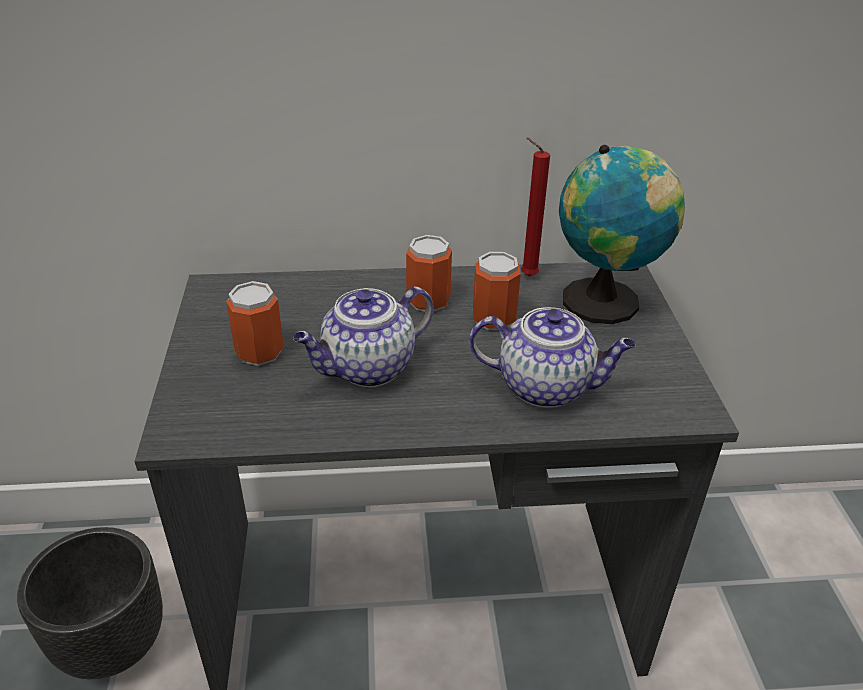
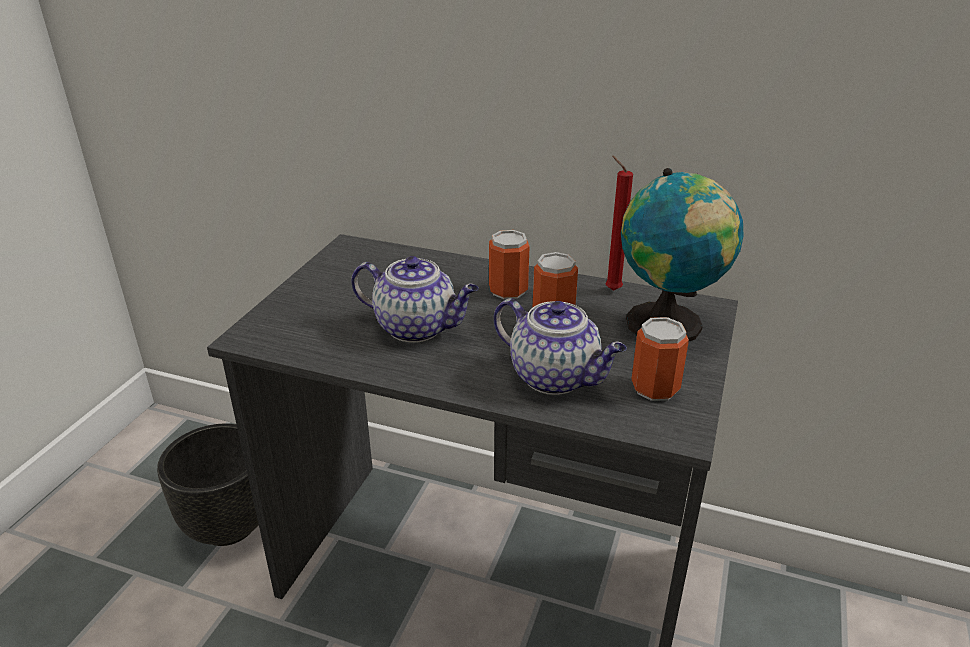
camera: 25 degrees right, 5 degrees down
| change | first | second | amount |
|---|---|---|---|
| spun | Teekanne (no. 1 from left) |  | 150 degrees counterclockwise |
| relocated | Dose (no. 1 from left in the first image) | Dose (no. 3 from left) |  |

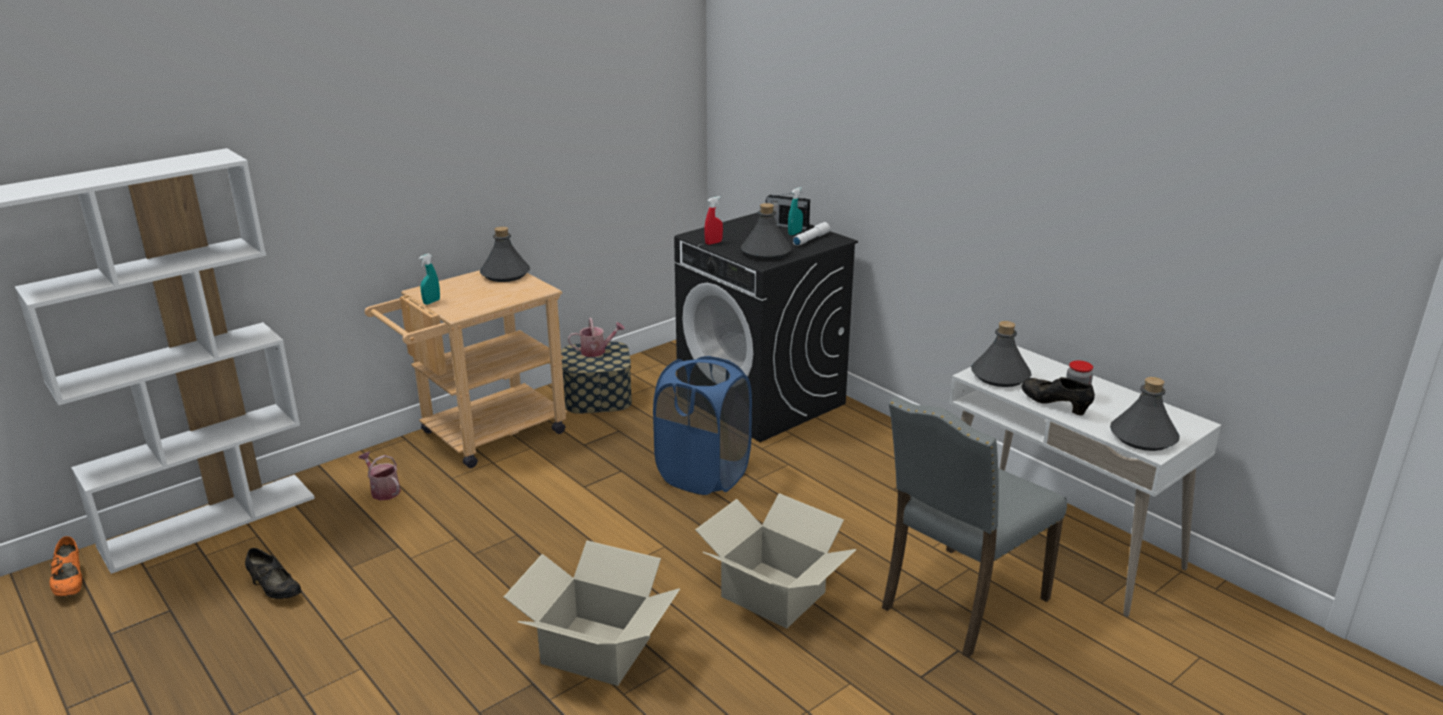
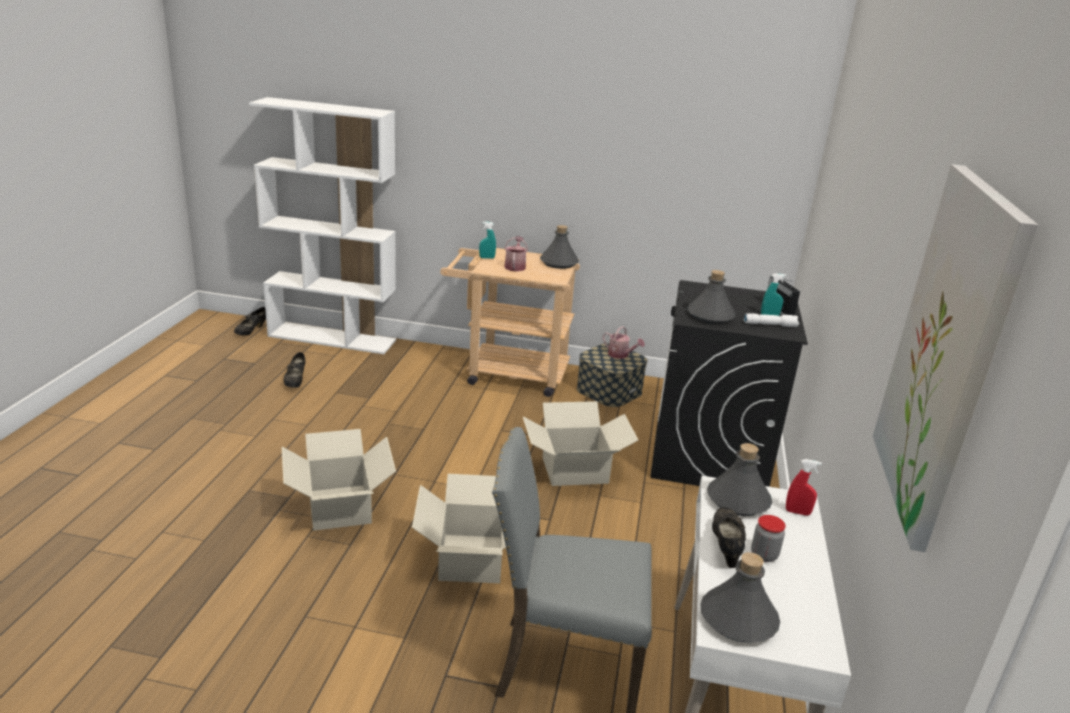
camera: 50 degrees right, 0 degrees up
| change | first | second | amount |
|---|---|---|---|
| colour | Schuh/orange | Schuh/schwarz (no. 1 from left) |  |
| relocated | Gießkanne (no. 1 from left) |  |  |
| exchanged | Wäschekorb/blau | Karton (no. 3 from left) |  |
| relocated | Sprühflasche/rot |  |  |
| appeared |  | Bild |  |

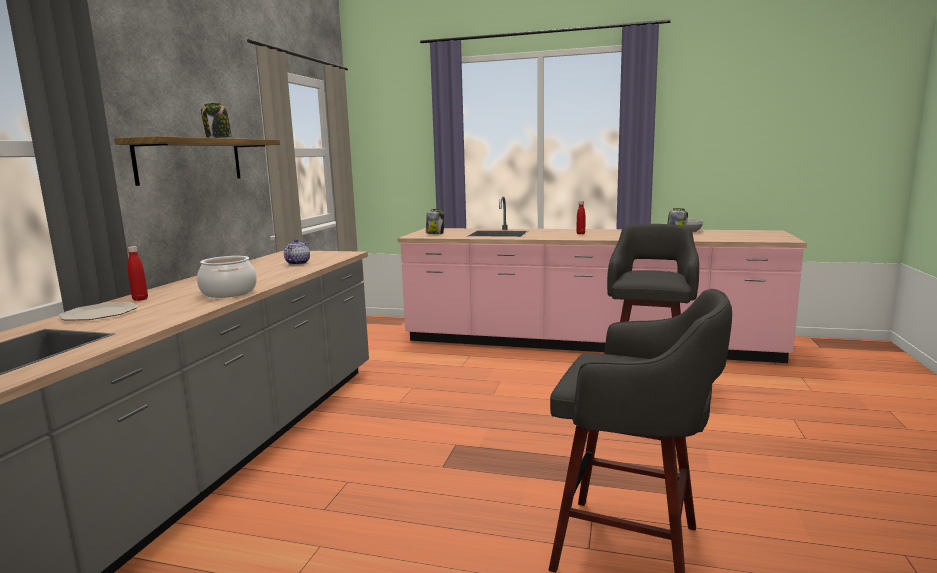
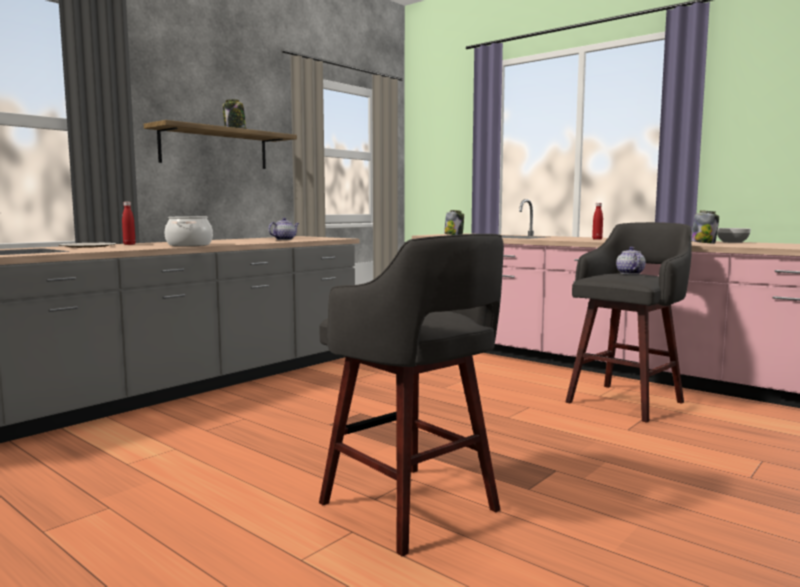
camera: 25 degrees right, 5 degrees down
| change | first | second | amount |
|---|---|---|---|
| appeared |  | Teekanne (no. 2 from left) |  |

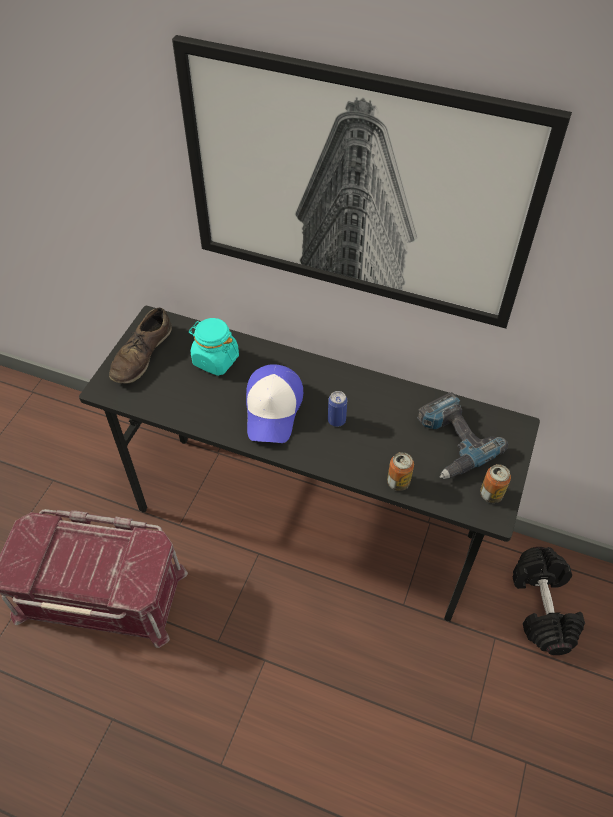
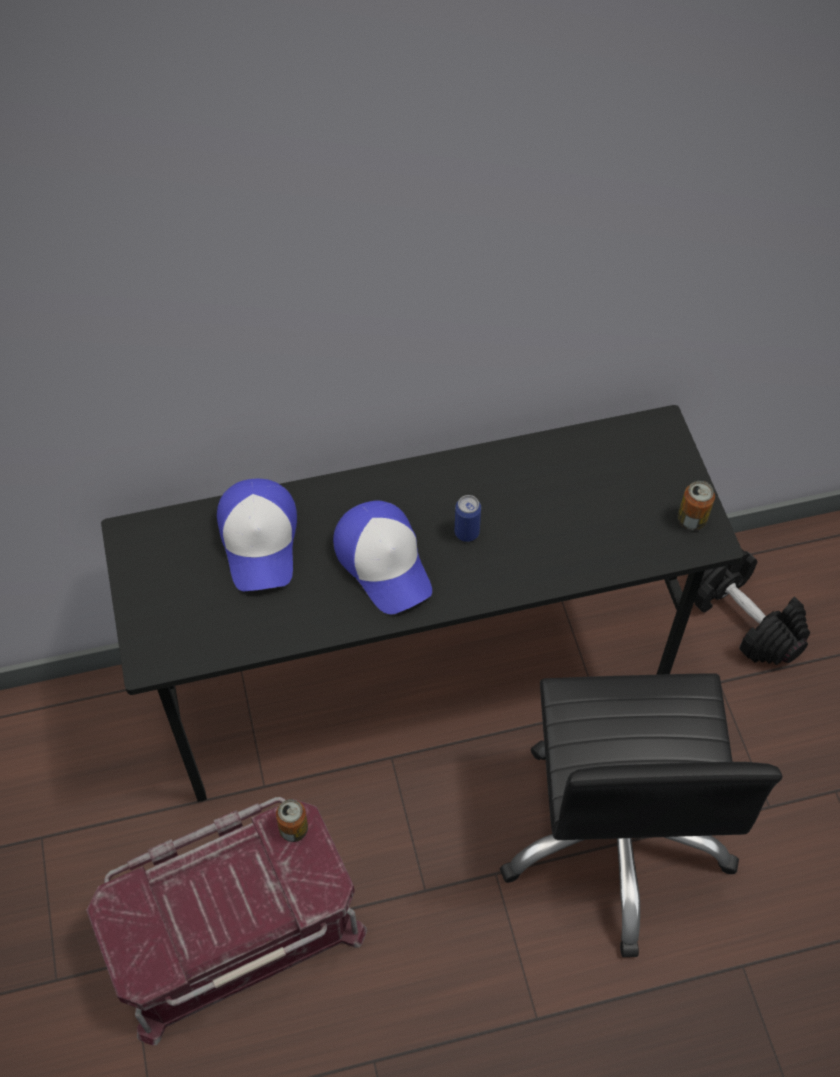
camera: 35 degrees left, 5 degrees up
| change | first | second | amount |
|---|---|---|---|
| exchanged | Vorratsglas/türkis | Kappe (no. 1 from left) |  |
| relocated | Dose (no. 2 from left in the first image) | Dose (no. 1 from left) |  |
| appeared |  | Bürostuhl/schwarz |  |
| missing | Schuh/braun |  |  |
| missing | Bild |  |  |
| missing | Bohrmaschine |  |  |

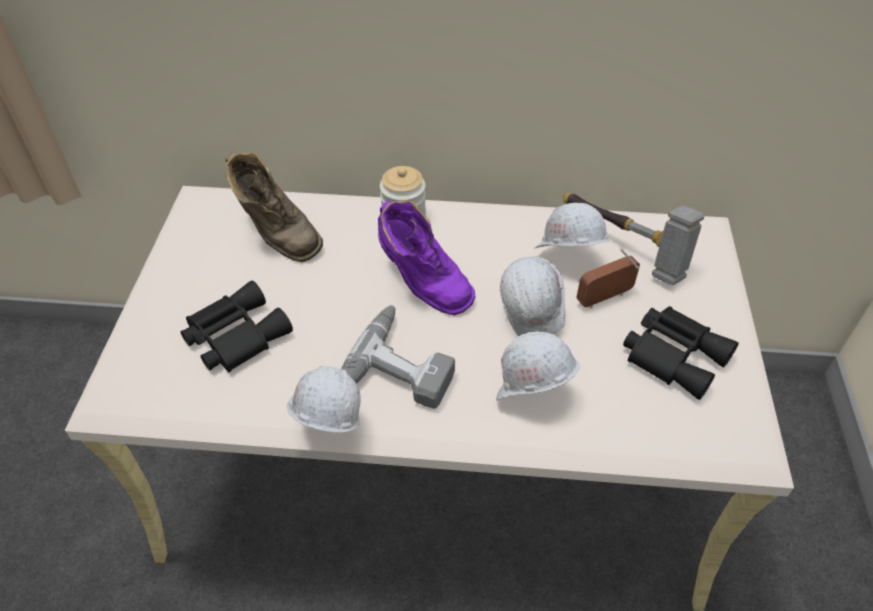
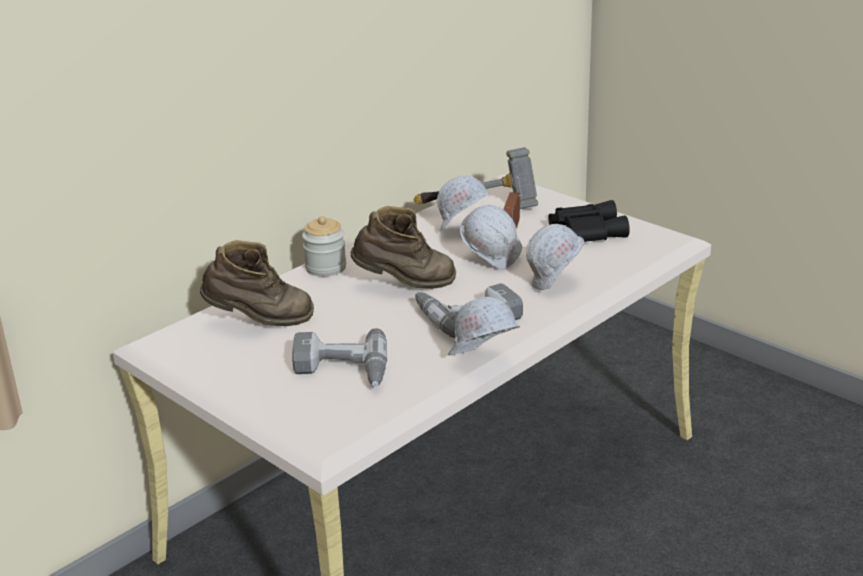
camera: 50 degrees left, 20 degrees down
| change | first | second | amount |
|---|---|---|---|
| exchanged | Fernglas/schwarz (no. 1 from left) | Bohrmaschine (no. 1 from left) |  |
| colour | Stiefel/lila | Stiefel/braun (no. 2 from left) |  |

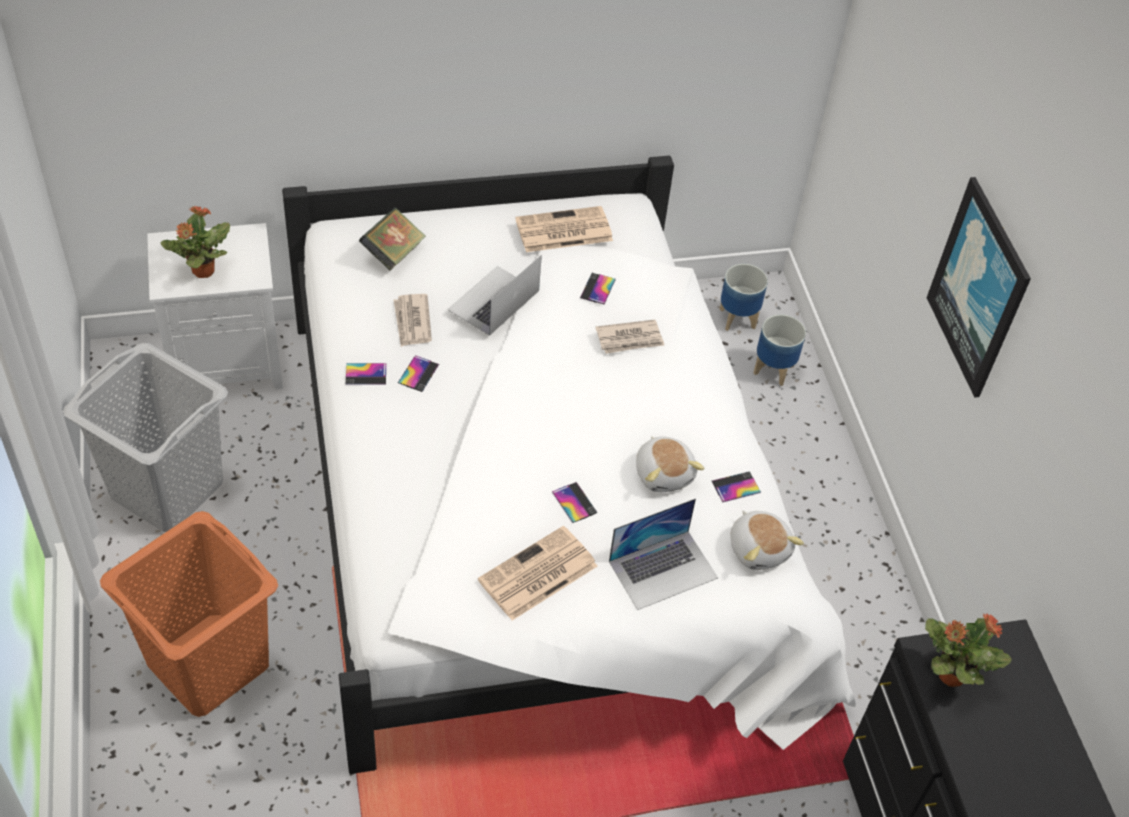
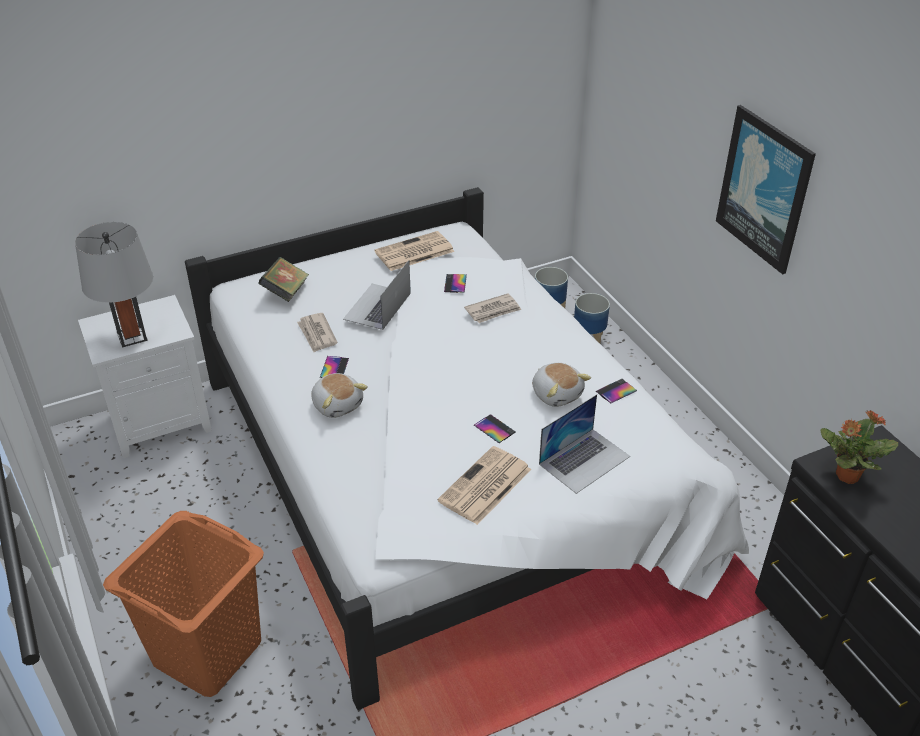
camera: 10 degrees left, 10 degrees down
| change | first | second | amount |
|---|---|---|---|
| exchanged | Topfpflanze (no. 1 from left) | Tischlampe/grau |  |
| relocated | Plüschtier (no. 2 from left in the first image) | Plüschtier (no. 1 from left) |  |
| missing | Wäschekorb/grau |  |  |
| missing | Handy (no. 1 from left) |  |  |

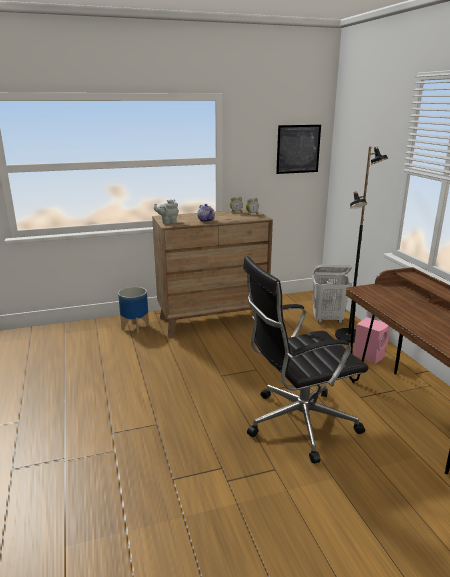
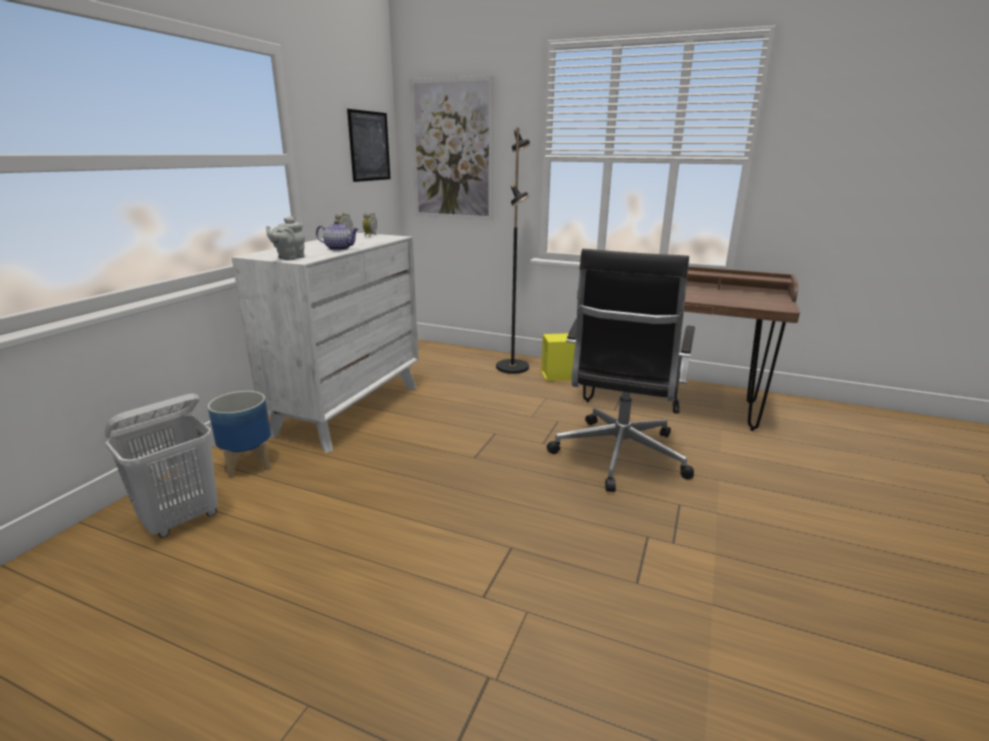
camera: 50 degrees left, 0 degrees up
| change | first | second | amount |
|---|---|---|---|
| relocated | Wäschekorb/weiß |  |  |
| colour | Kommode/braun | Kommode/weiß |  |
| appeared |  | Bild (no. 2 from left) |  |
| colour | Lautsprecher/rosa | Lautsprecher/gelb |  |

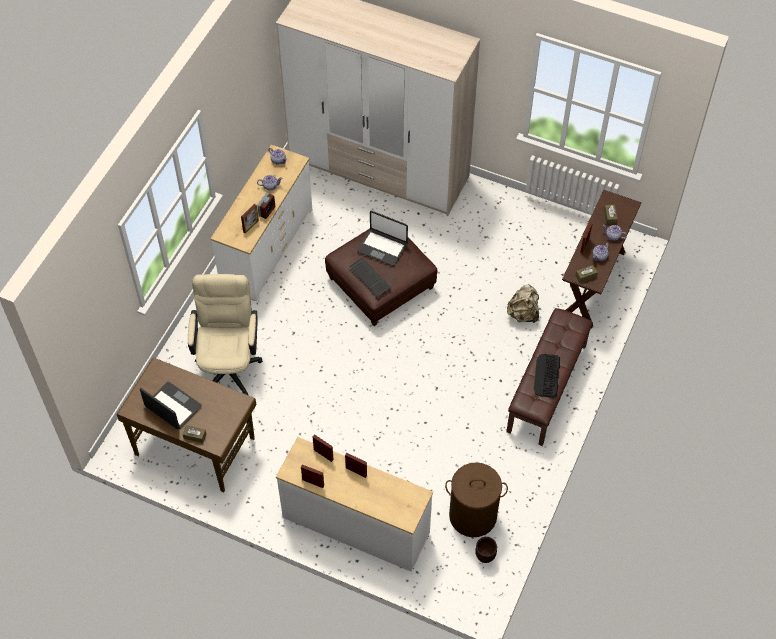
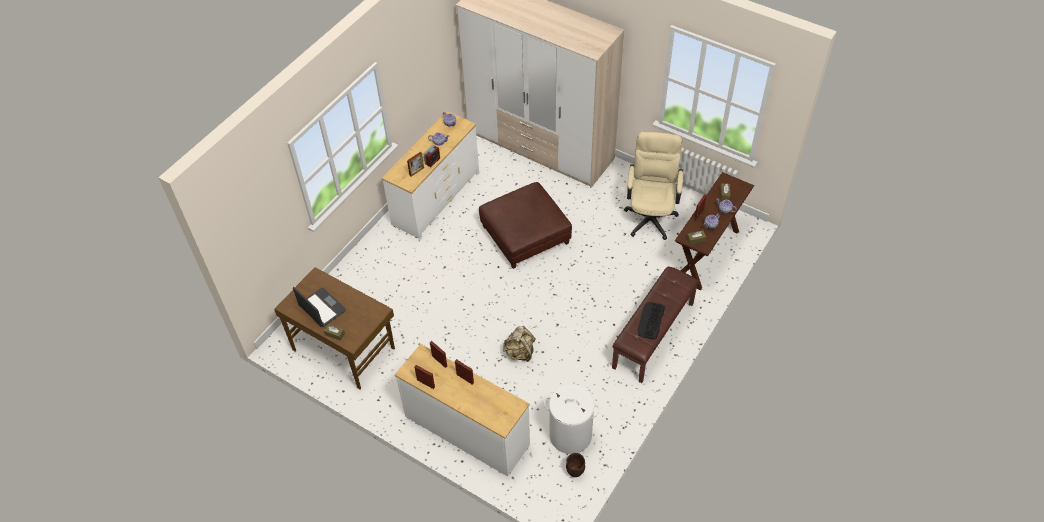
camera: 10 degrees right, 5 degrees down
| change | first | second | amount |
|---|---|---|---|
| relocated | Rucksack/beige |  |  |
| colour | Wäschekorb/braun | Wäschekorb/weiß |  |
| relocated | Bürostuhl/beige |  |  |
| missing | Tastatur (no. 1 from left) |  |  |
| missing | Laptop (no. 2 from left) |  |  |

